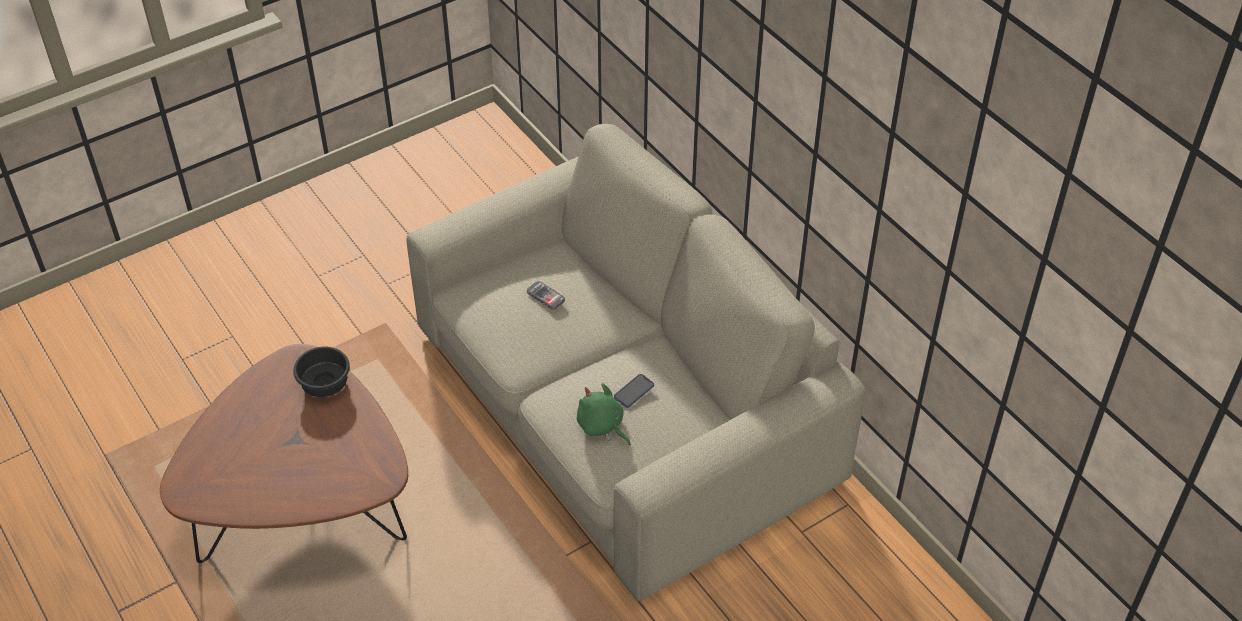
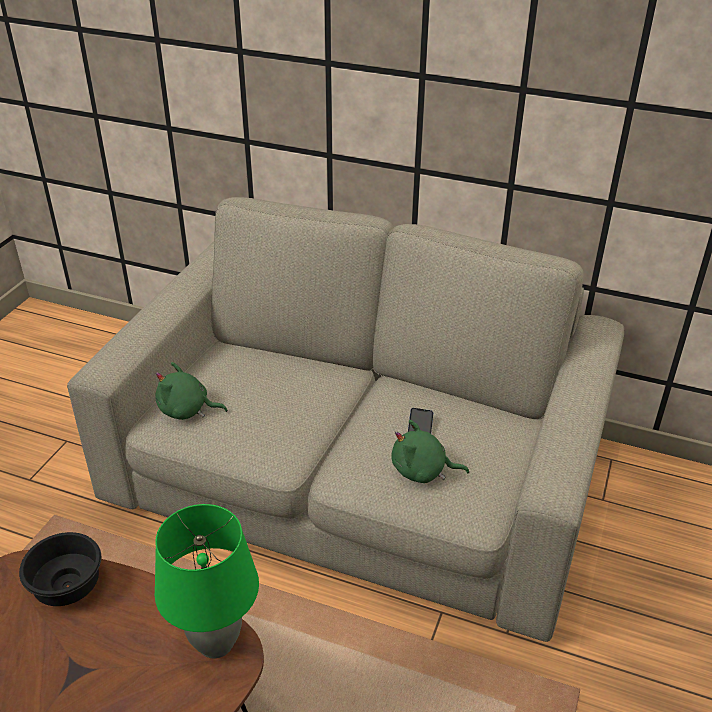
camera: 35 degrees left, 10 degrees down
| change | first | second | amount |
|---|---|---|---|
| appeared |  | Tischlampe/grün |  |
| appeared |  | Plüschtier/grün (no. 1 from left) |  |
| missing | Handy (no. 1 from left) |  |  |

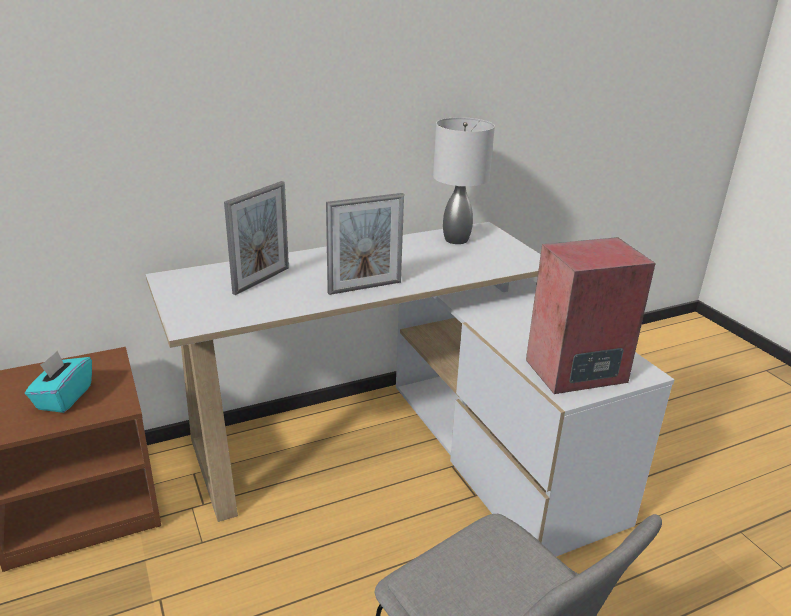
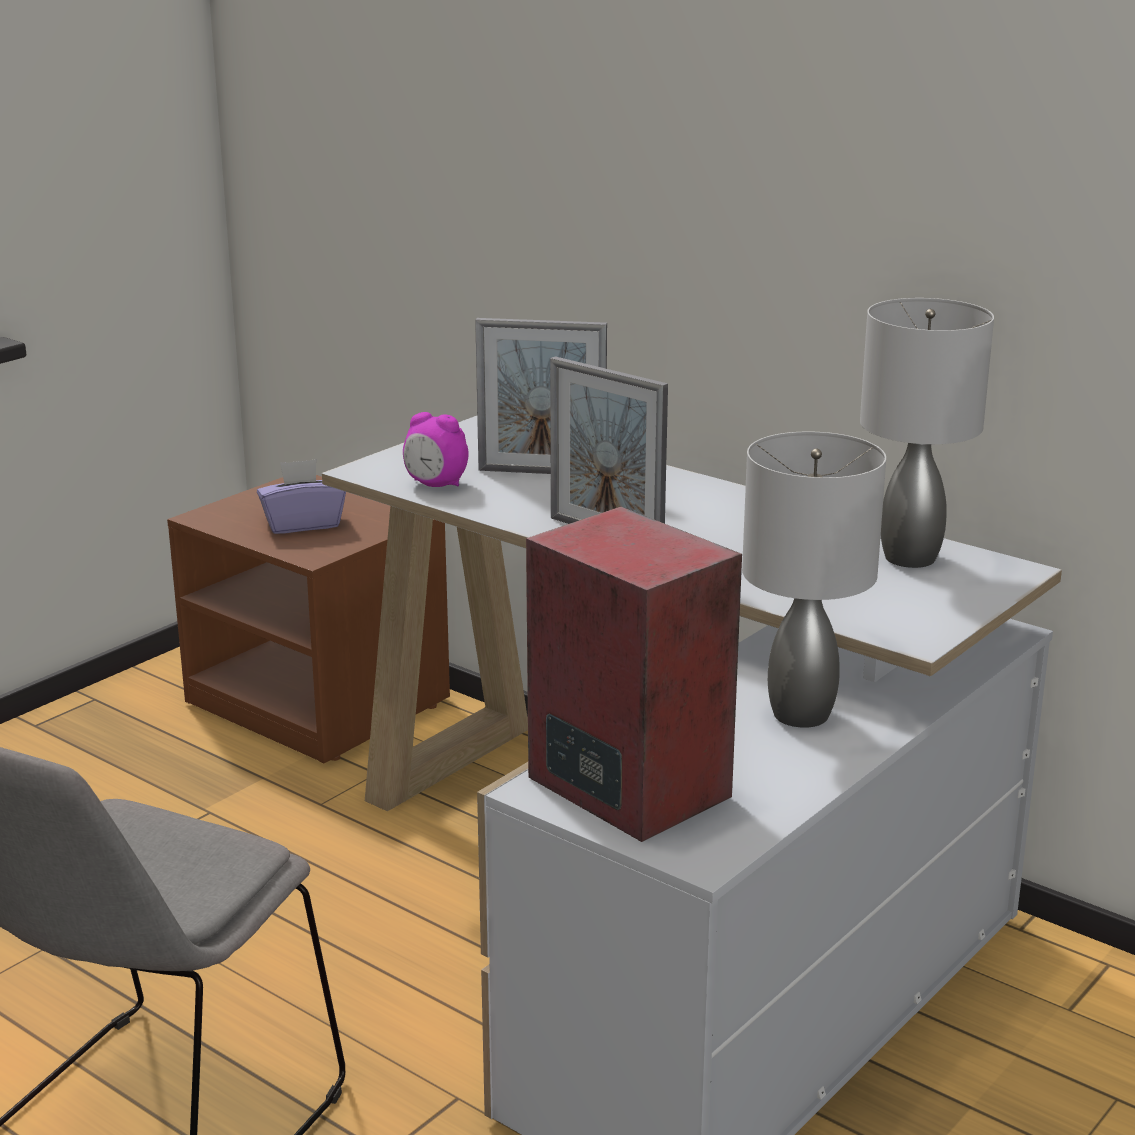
camera: 65 degrees right, 5 degrees down
| change | first | second | amount |
|---|---|---|---|
| colour | Taschentuchbox/türkis | Taschentuchbox/lila |  |
| appeared |  | Wecker |  |
| appeared |  | Tischlampe/grau (no. 1 from left) |  |

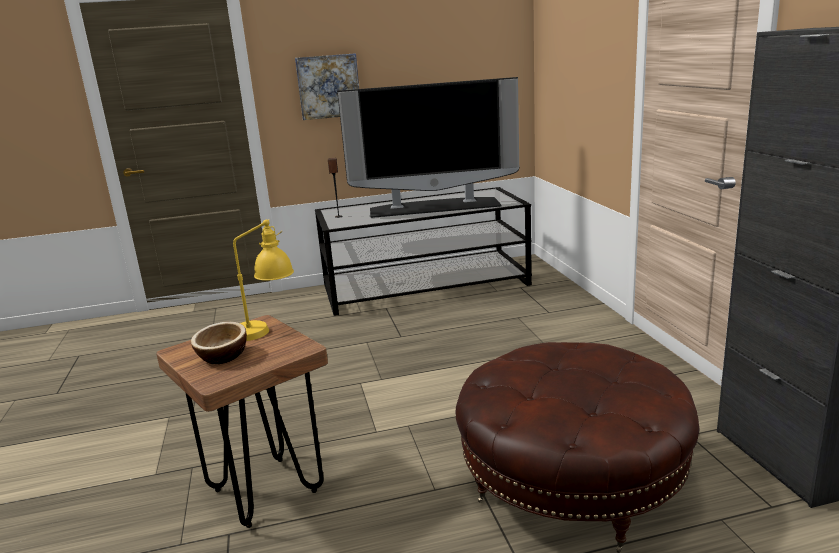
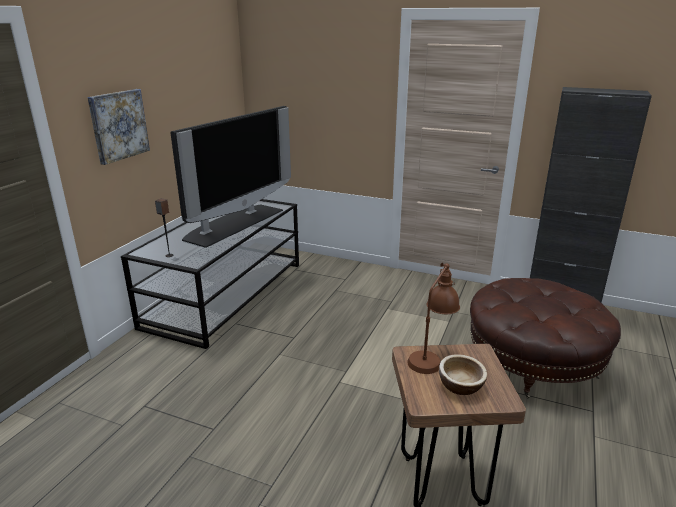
camera: 55 degrees left, 5 degrees up
| change | first | second | amount |
|---|---|---|---|
| colour | Tischlampe/gelb | Tischlampe/braun |  |

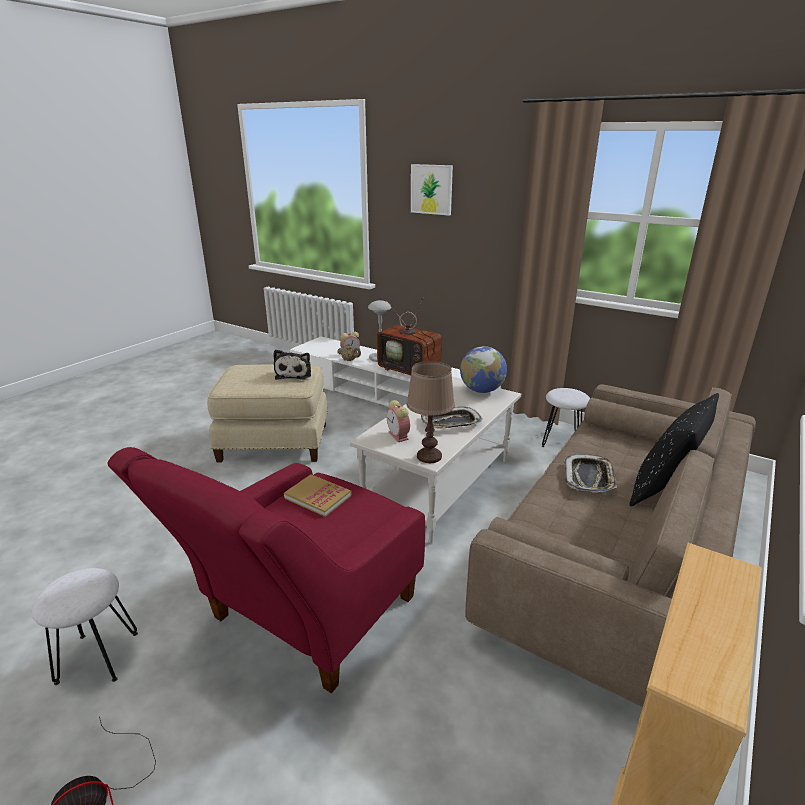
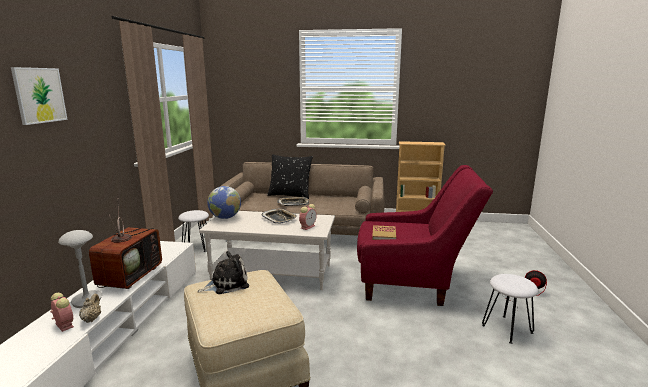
camera: 115 degrees left, 10 degrees down
| change | first | second | amount |
|---|---|---|---|
| missing | Tischlampe/braun |  |  |

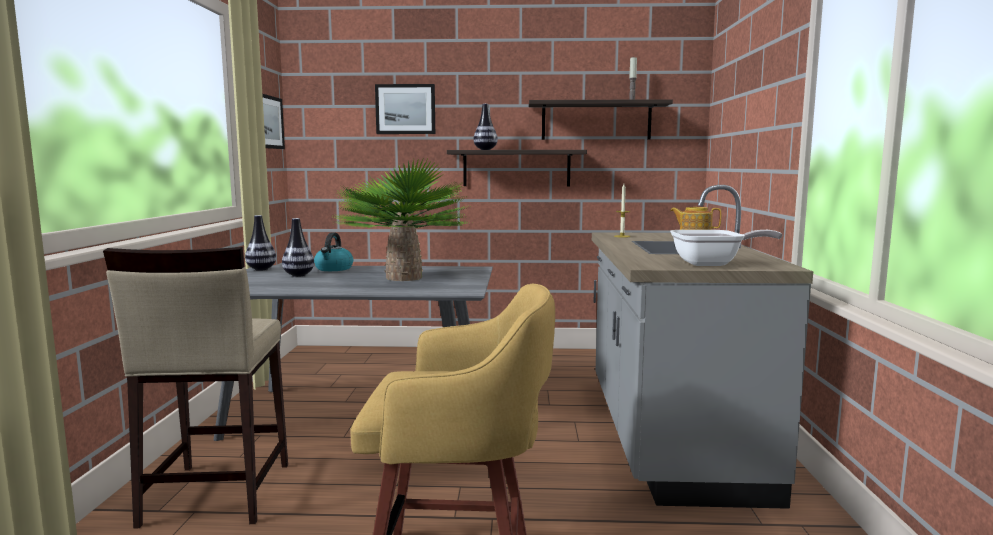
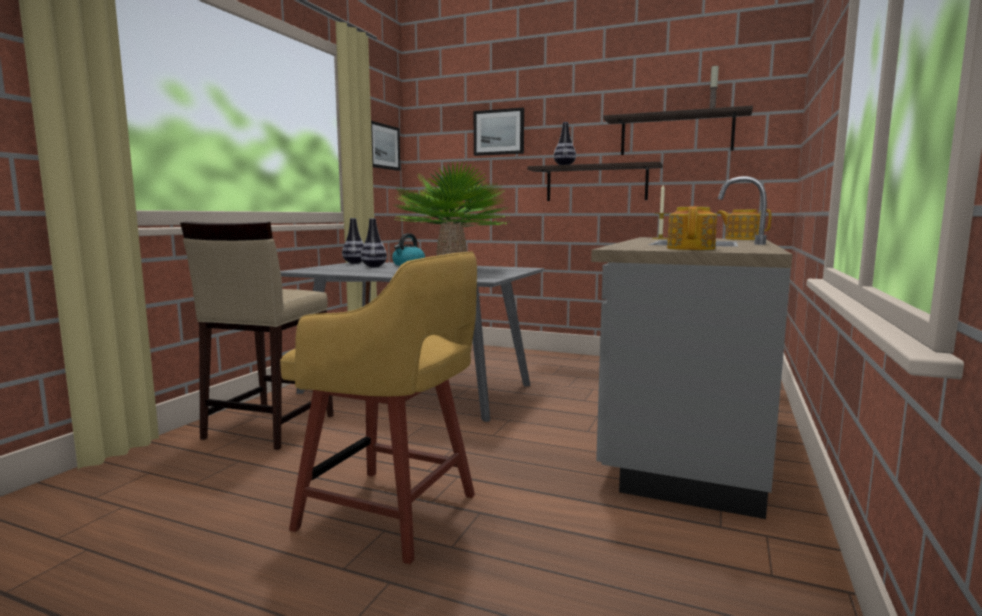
camera: 20 degrees right, 0 degrees up
| change | first | second | amount |
|---|---|---|---|
| exchanged | Pfanne | Teekanne (no. 1 from left) |  |

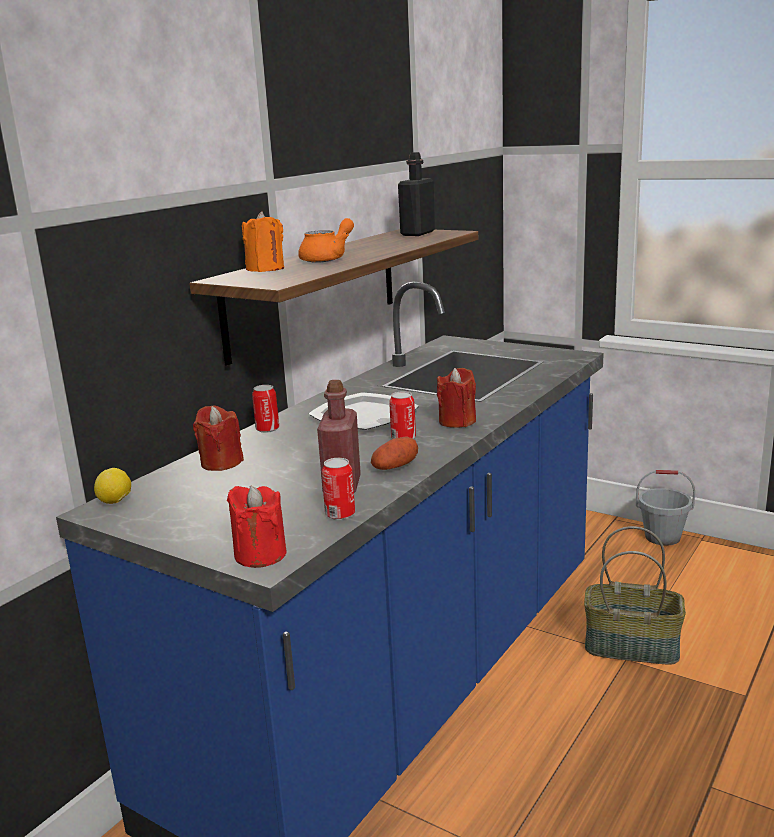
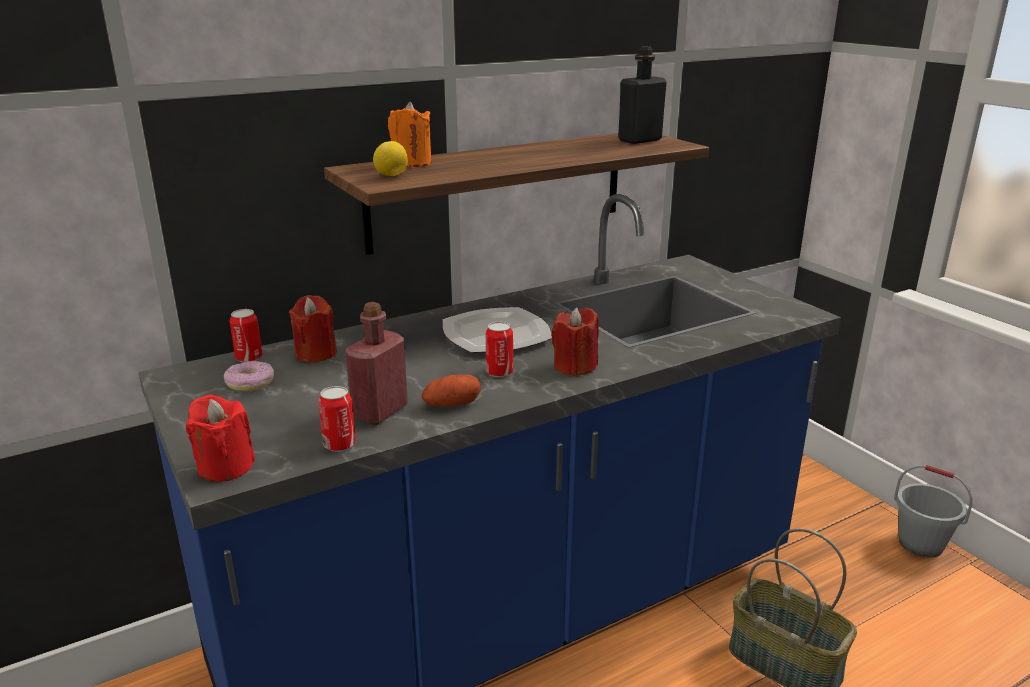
camera: 25 degrees right, 5 degrees up
| change | first | second | amount |
|---|---|---|---|
| appeared |  | Donut |  |
| relocated | Dose (no. 1 from left) |  |  |
| relocated | Zitrone |  |  |
| missing | Teekanne/orange |  |  |

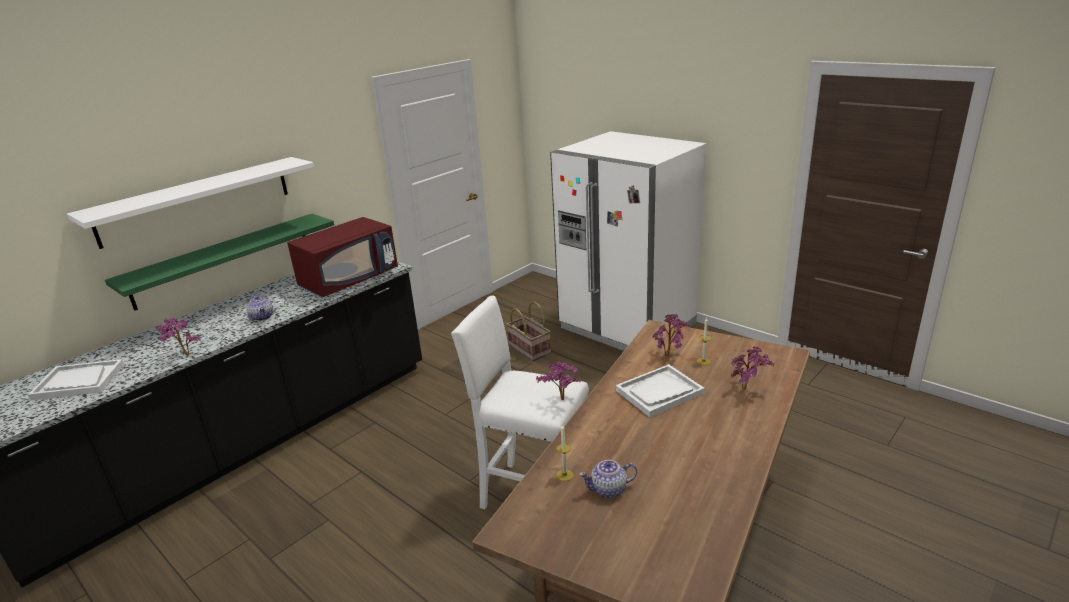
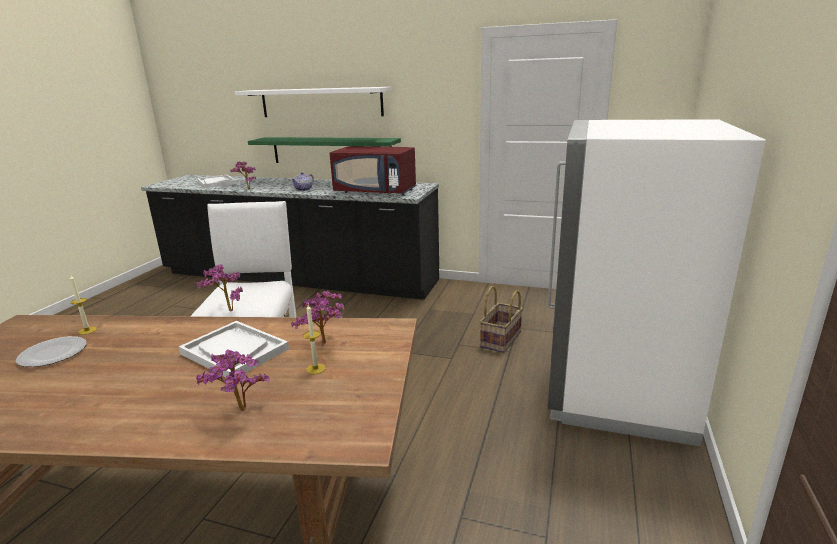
camera: 65 degrees right, 5 degrees down
| change | first | second | amount |
|---|---|---|---|
| exchanged | Teekanne (no. 2 from left) | Teller |  |

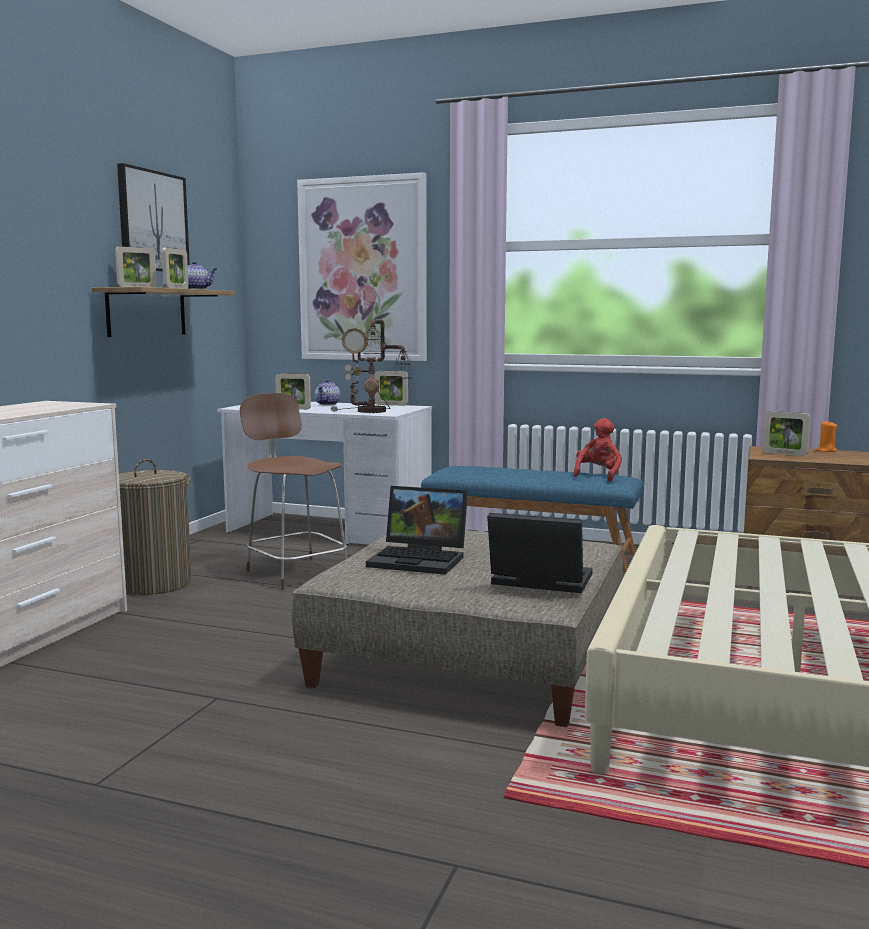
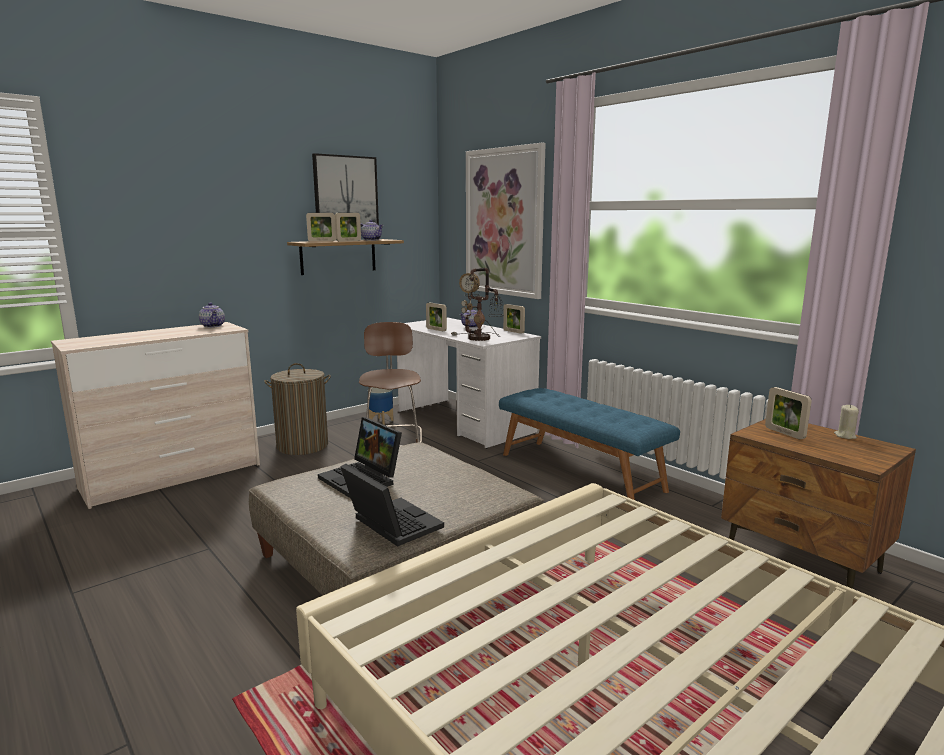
camera: 30 degrees right, 5 degrees up
| change | first | second | amount |
|---|---|---|---|
| appeared |  | Teekanne (no. 1 from left) |  |
| appeared |  | Pflanzkübel |  |
| colour | Kerze/orange | Kerze/beige |  |
| missing | Plüschtier/rot |  |  |

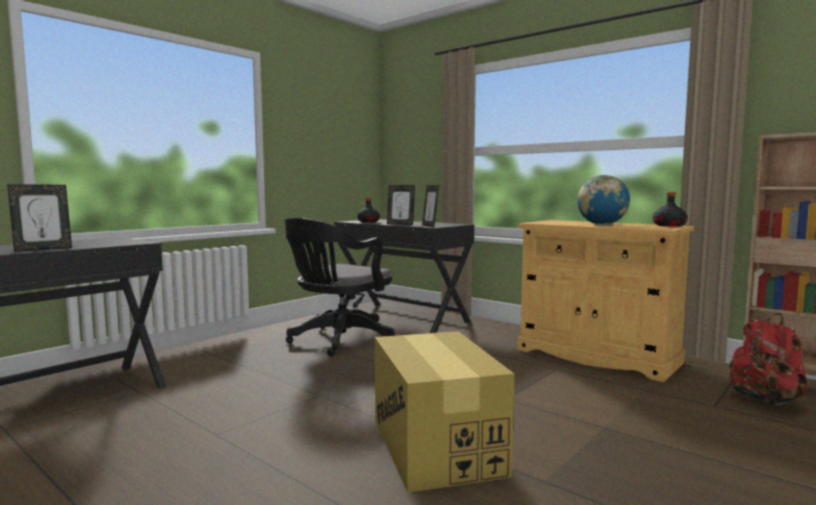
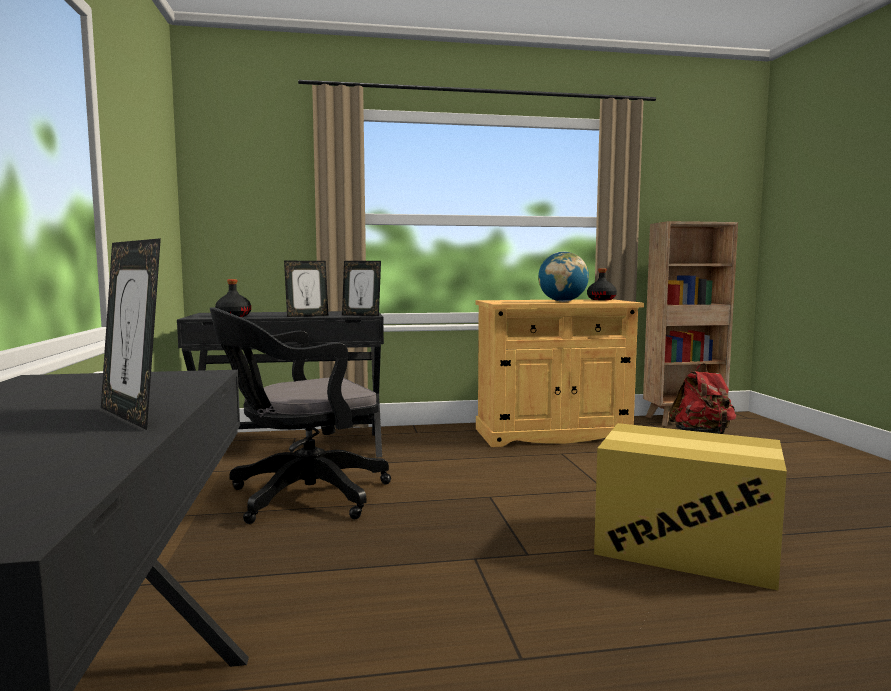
camera: 50 degrees left, 0 degrees up
| change | first | second | amount |
|---|---|---|---|
| spun | Bilderrahmen (no. 1 from left) |  | 135 degrees clockwise |
| spun | Bürostuhl/schwarz |  | 75 degrees clockwise |

